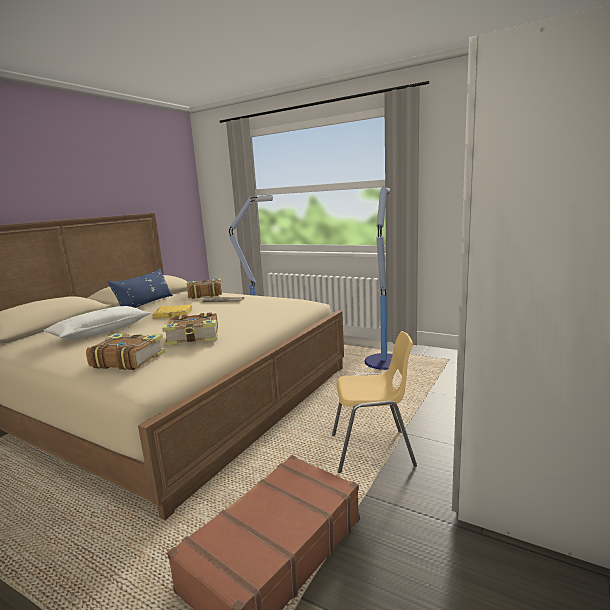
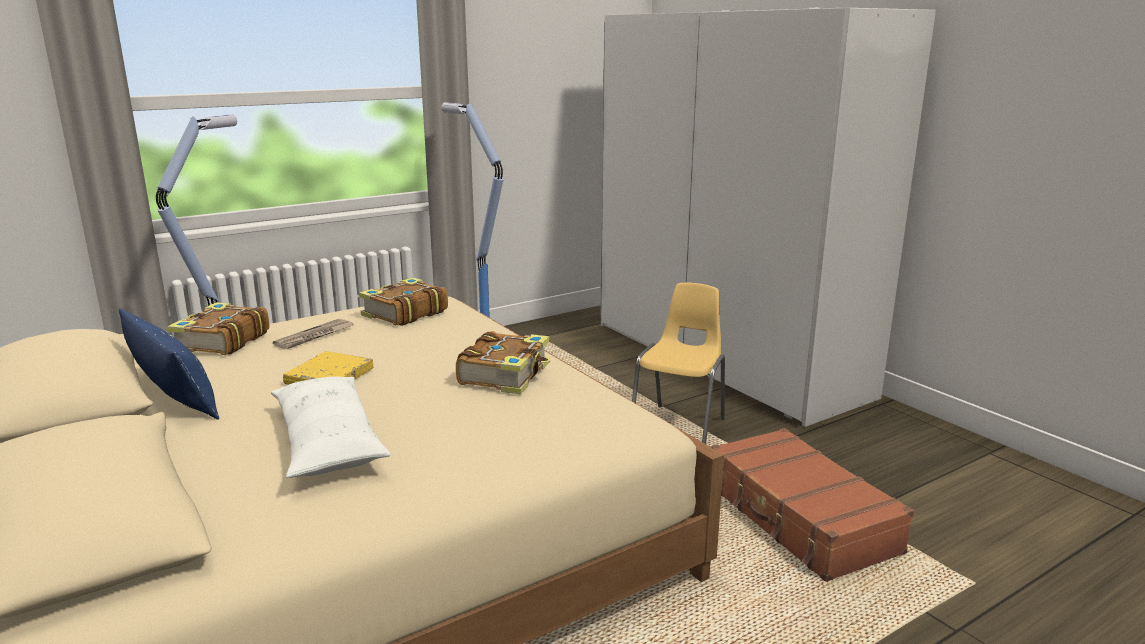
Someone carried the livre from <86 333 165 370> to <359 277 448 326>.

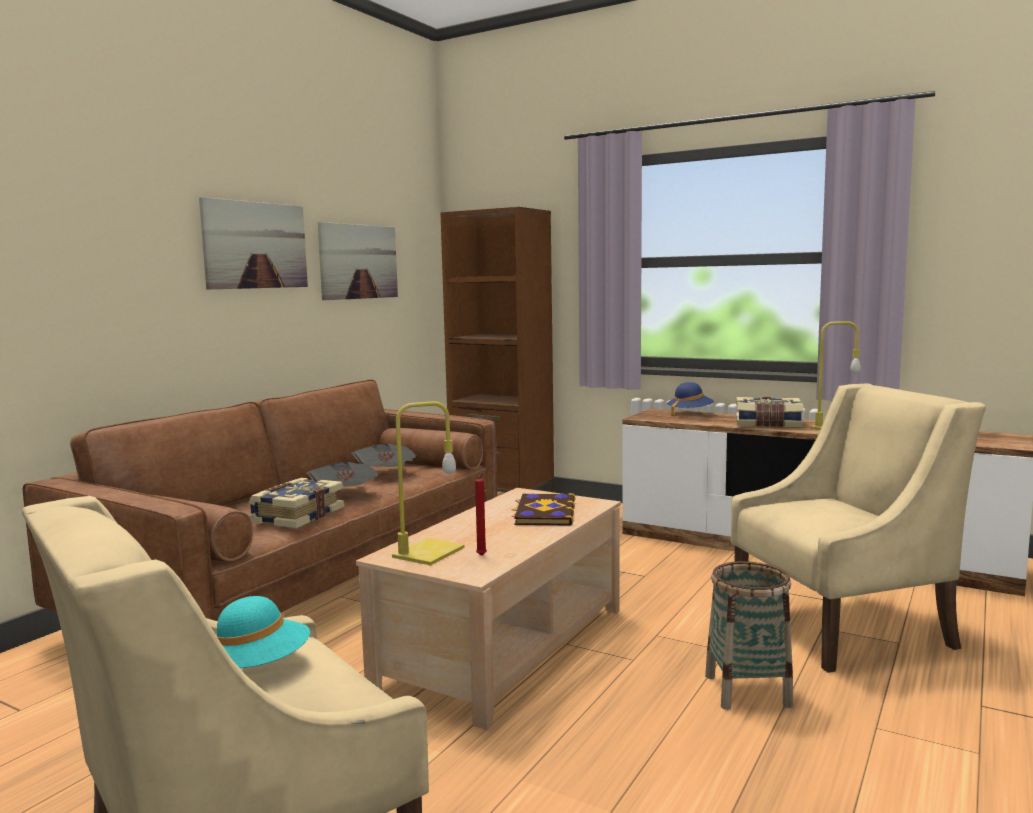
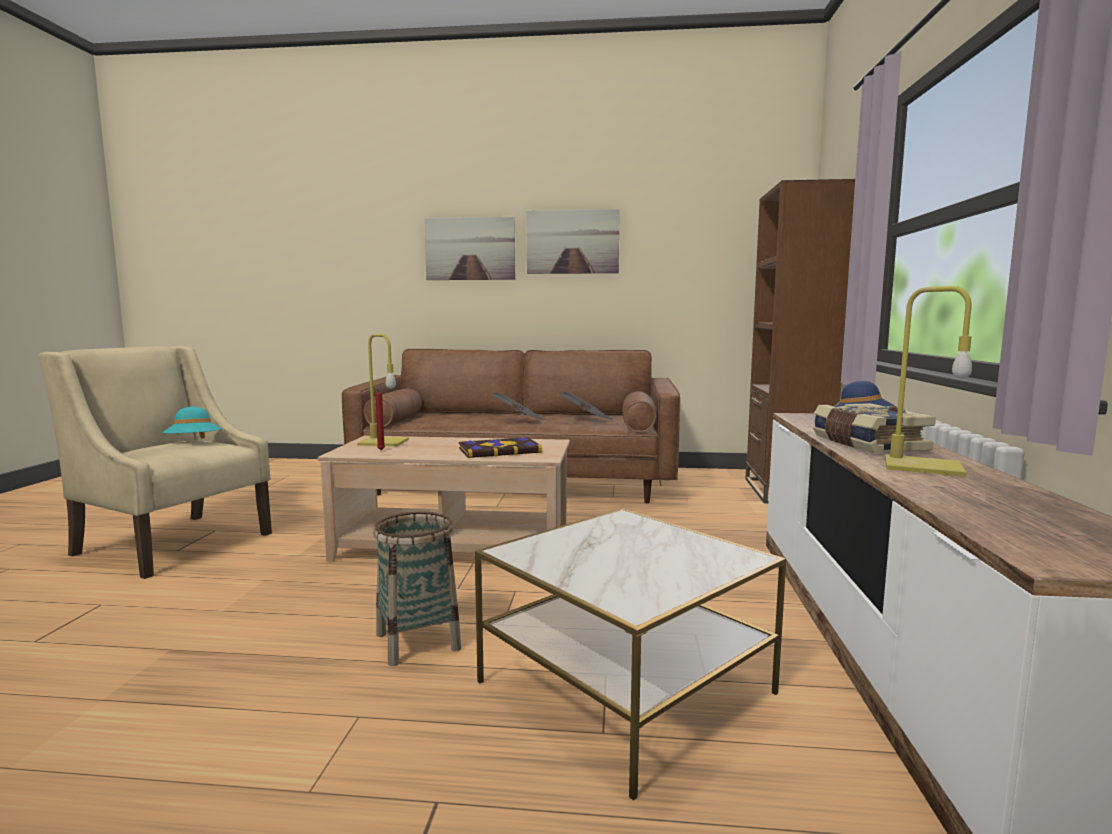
Someone took away the livre at <249 478 344 529>.
Someone carried the tableau from <318 222 398 300> to <424 217 515 280>.
Someone swapped the fauteuil [beige] at <731 384 986 673> for the table d'appoint at <475 508 786 801>.

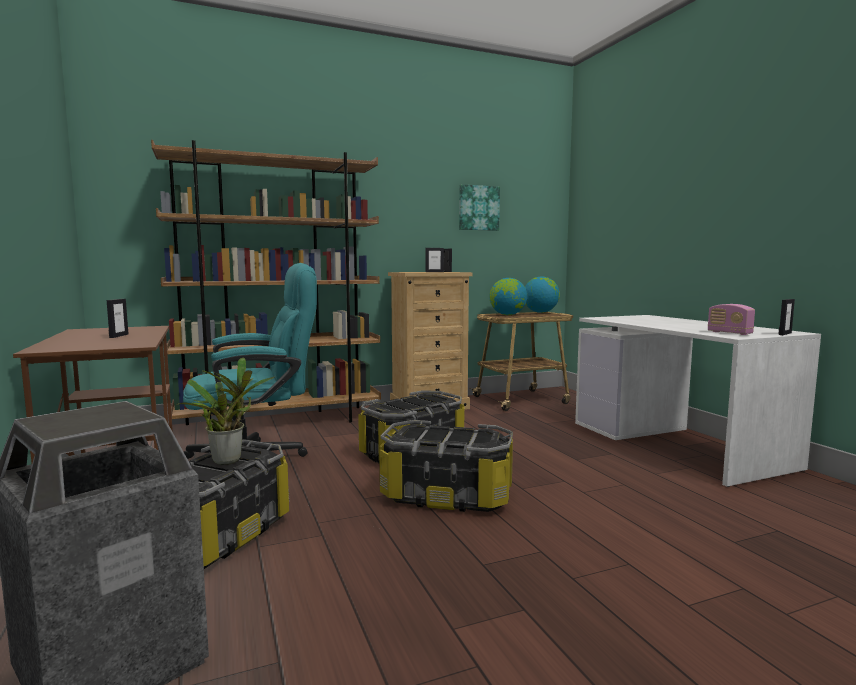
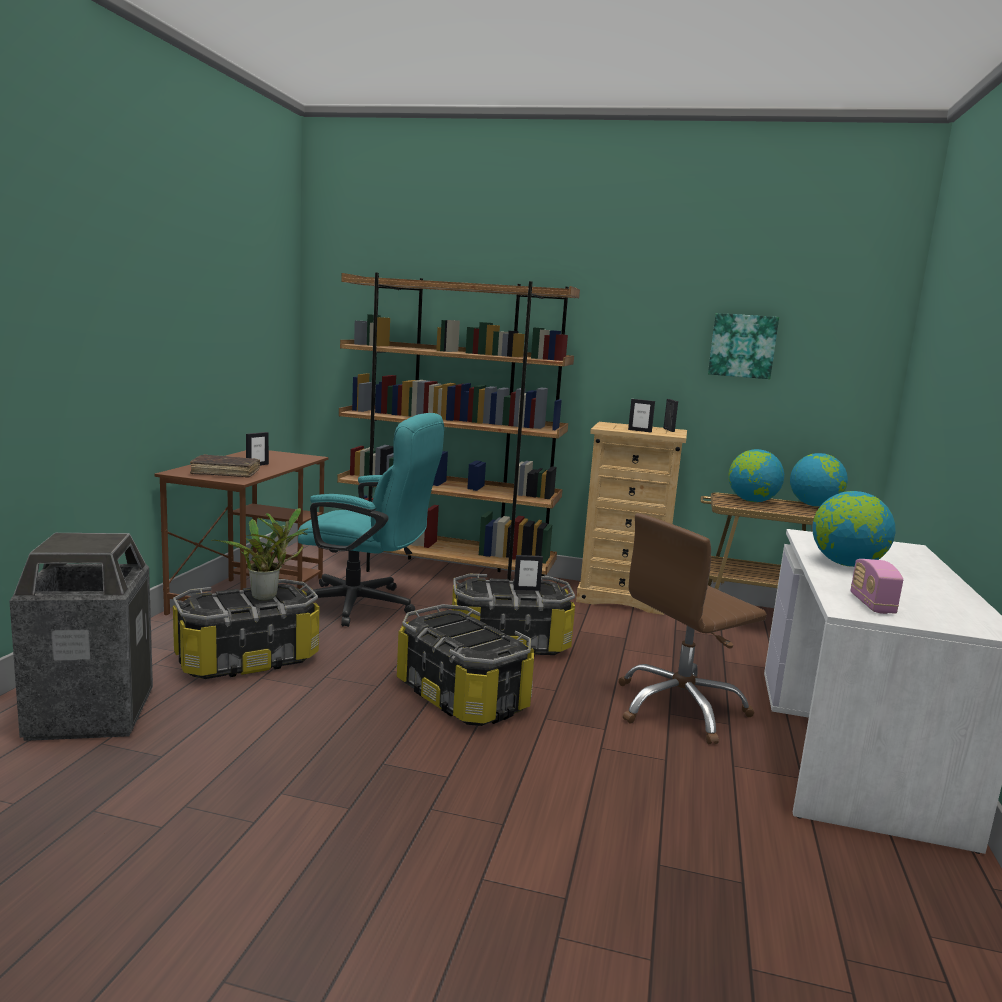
Someone carried the cadre photo from <778 299 795 335> to <514 555 543 591>.
Someone put down the livre [marron] at <190 454 260 478>.
Someone put down the chaise de bureau [marron] at <619 513 767 744>.
Someone put down the globe at <812 491 896 567>.

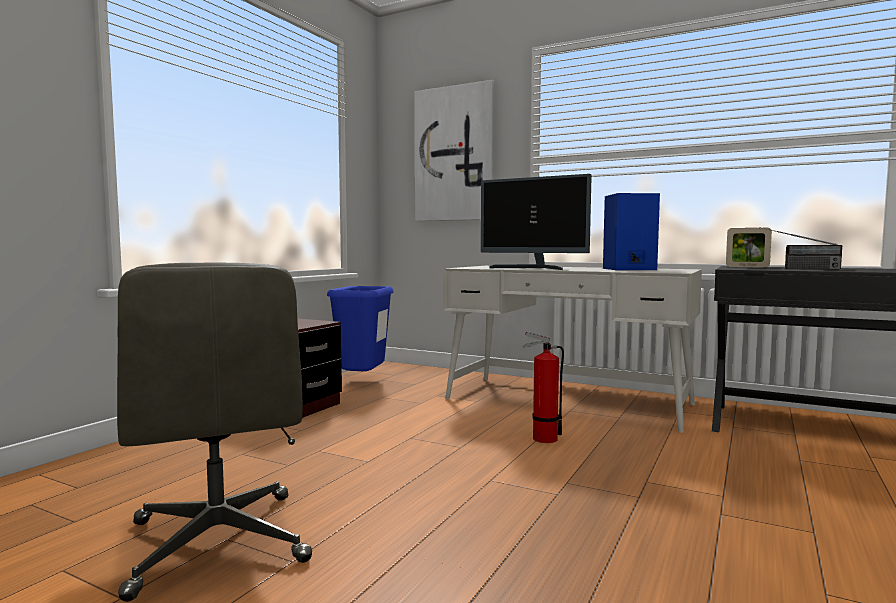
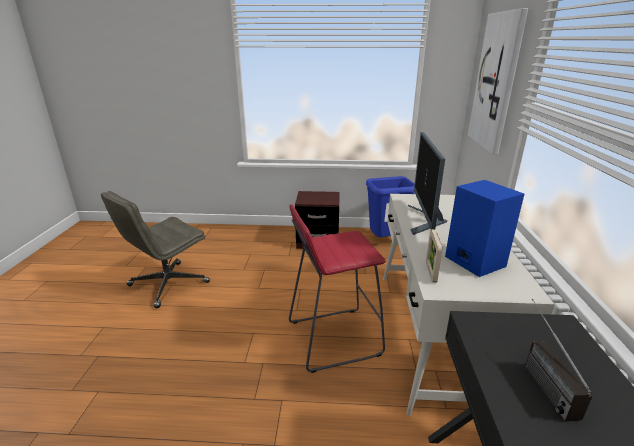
Someone swapped the extincteur at <523 332 564 443> for the tabouret [rouge] at <289 204 386 373>.
Someone carried the cadre photo from <726 228 772 268> to <426 229 443 283>.

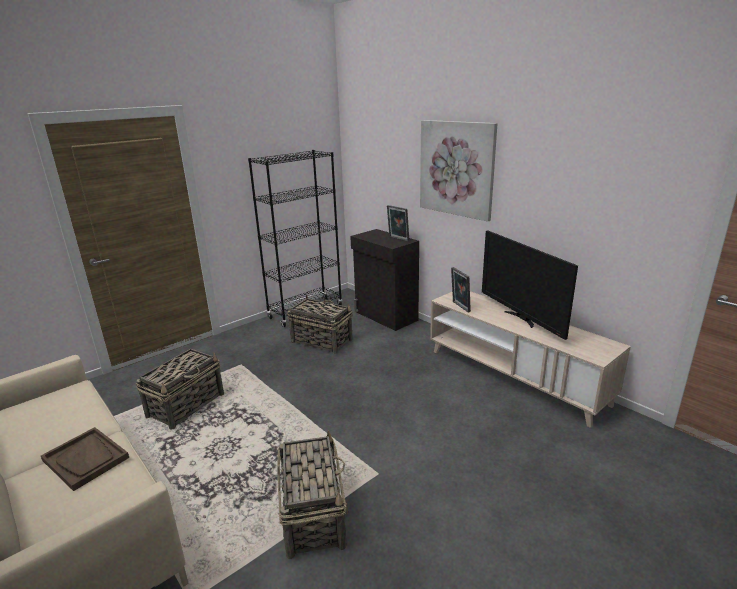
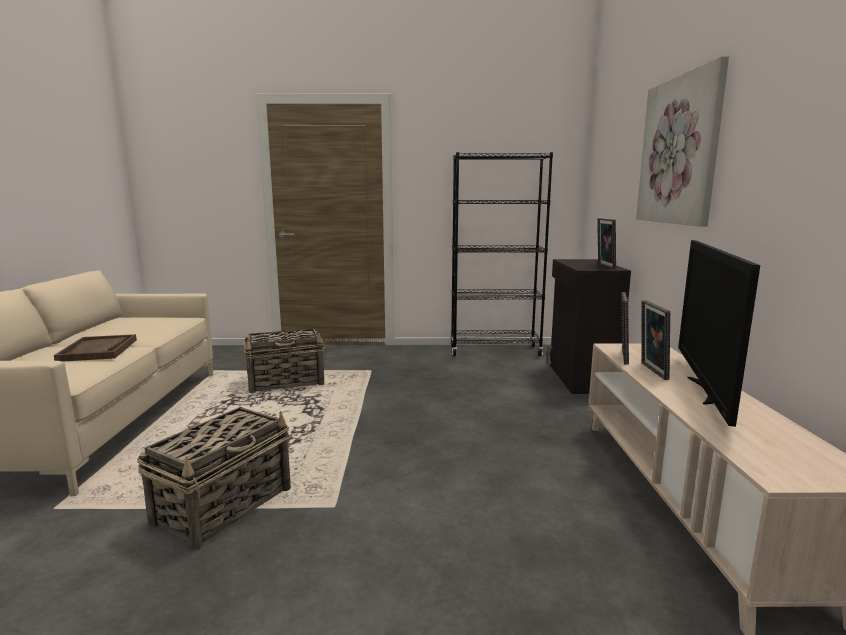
Someone took away the panier at <287 295 353 354>.
Someone put down the cadre photo at <641 300 670 380>.

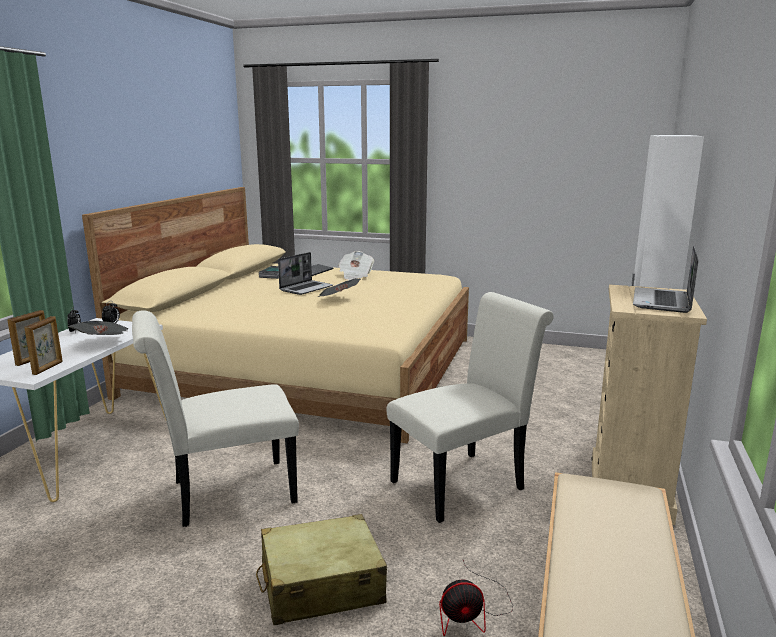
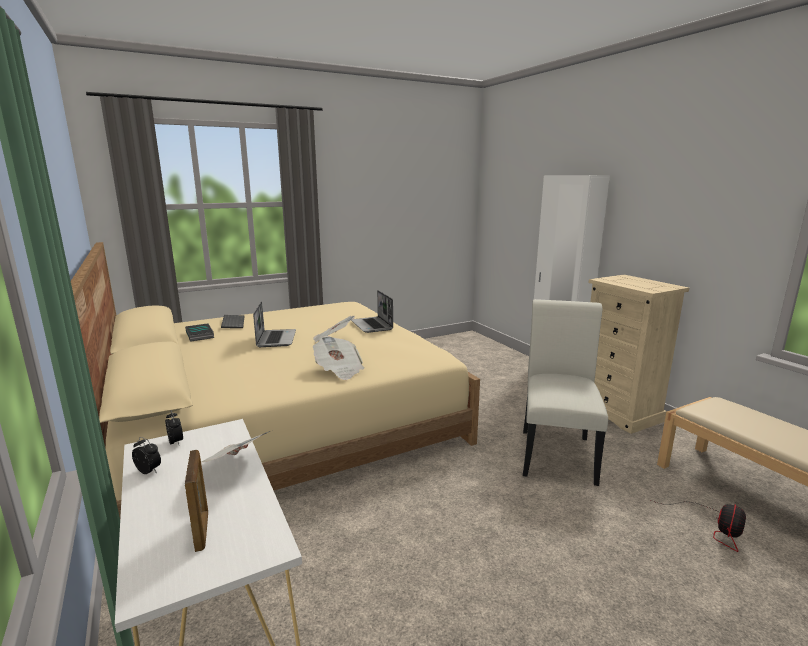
Someone took away the cadre photo at <24 316 63 375>.
Someone took away the chaise [blanc] at <132 310 299 527>.
Someone took away the valise [beige] at <256 514 387 625>.
Someone carried the journal from <338 251 374 280> to <313 336 364 380>.
Someone carried the ordinateur portable from <633 246 699 313> to <351 290 393 333>.

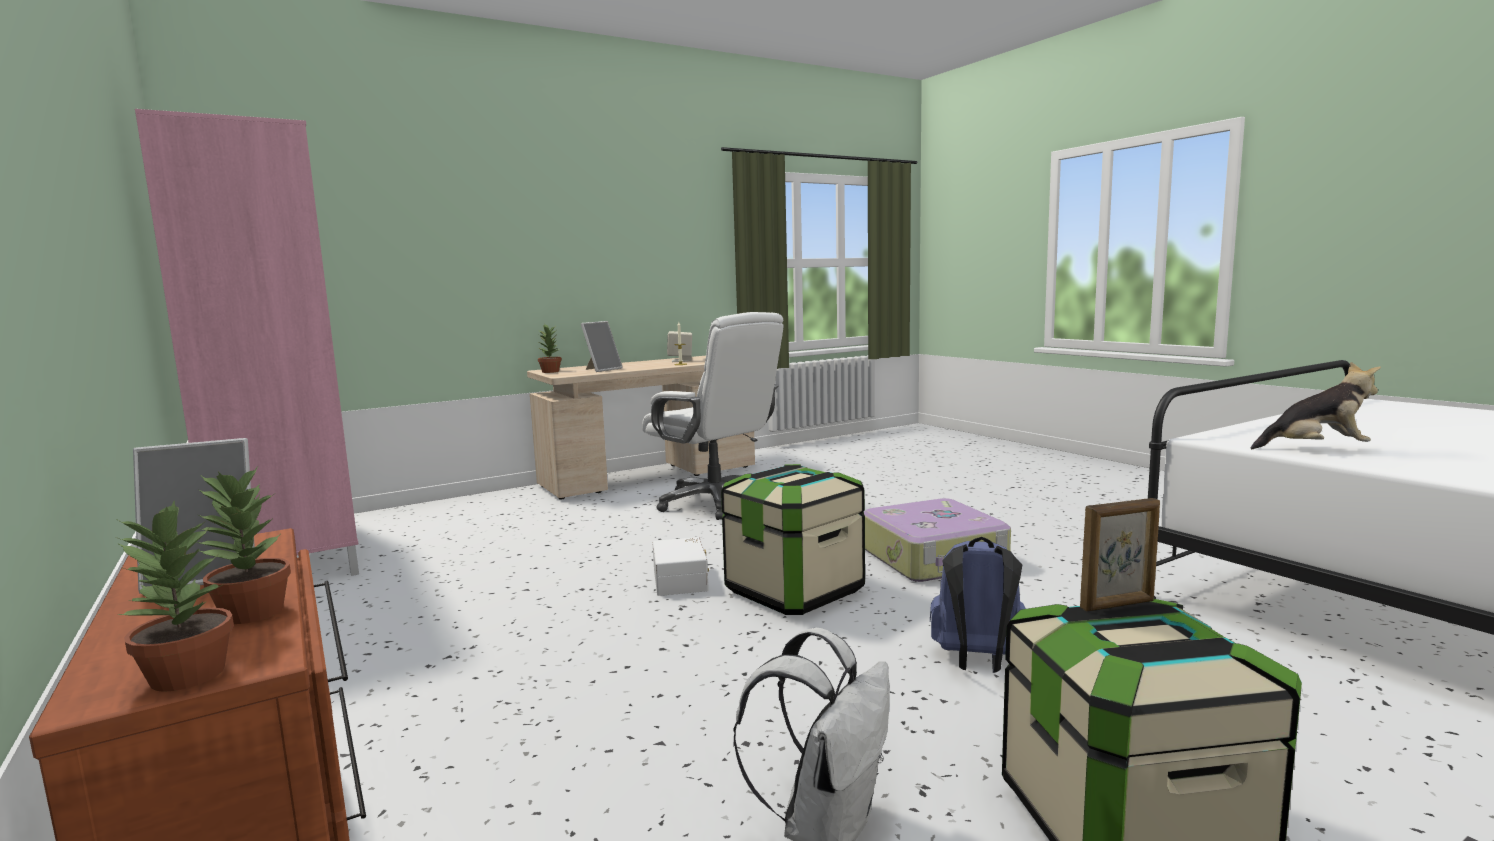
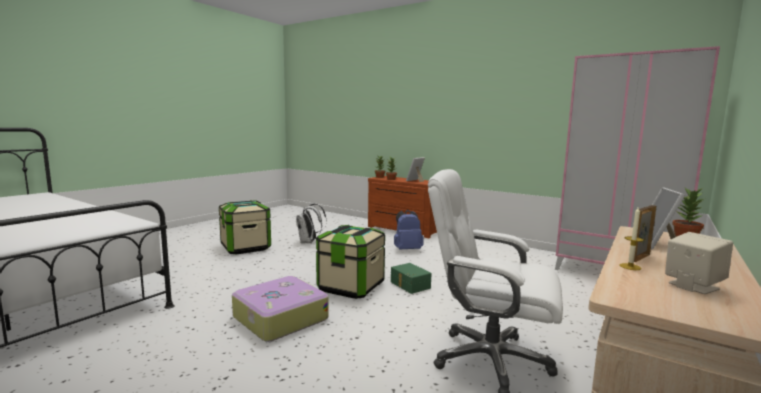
Someone repainted the boîte de rangement [blanc] at <653 537 709 596>, which became the boîte de rangement [vert] at <391 263 431 294>.
Someone carried the sac à dos [bleu] from <930 537 1026 673> to <394 210 424 249>.
Someone carried the cadre photo from <1080 498 1160 611> to <634 205 656 262>.
Someone took away the peluche at <1250 362 1381 449>.

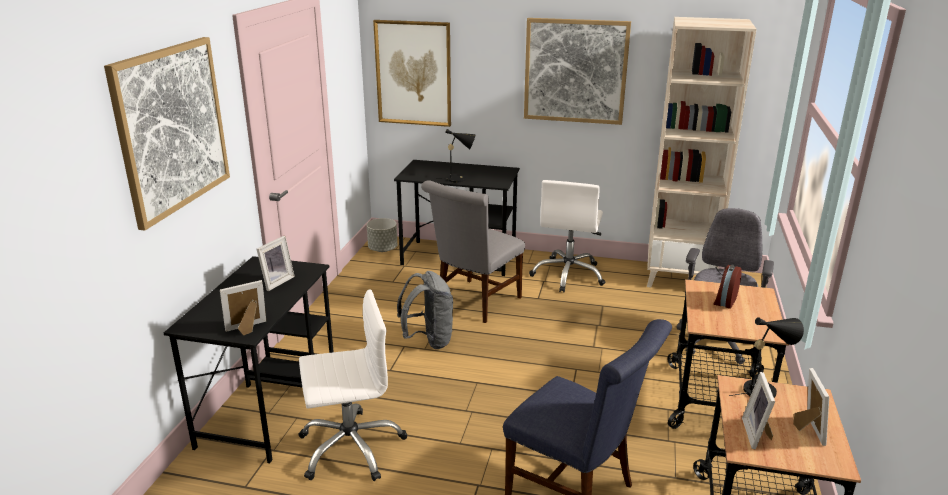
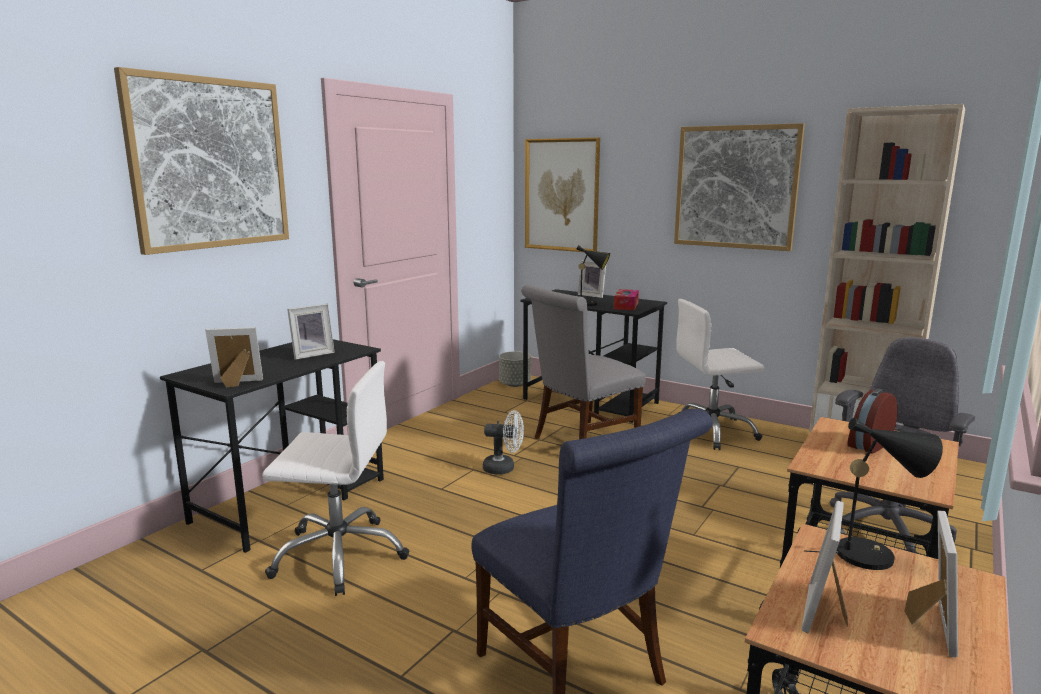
Someone swapped the sac à dos [gris] at <397 271 453 349> for the ventilateur [blanc] at <483 410 524 474>.
Someone rotated the chaise de bureau [blanc] at <529 180 605 293> by 45 degrees clockwise.
Someone put down the cadre photo at <578 261 606 298>.
Someone put down the boîte à mouchoirs at <614 289 639 310>.

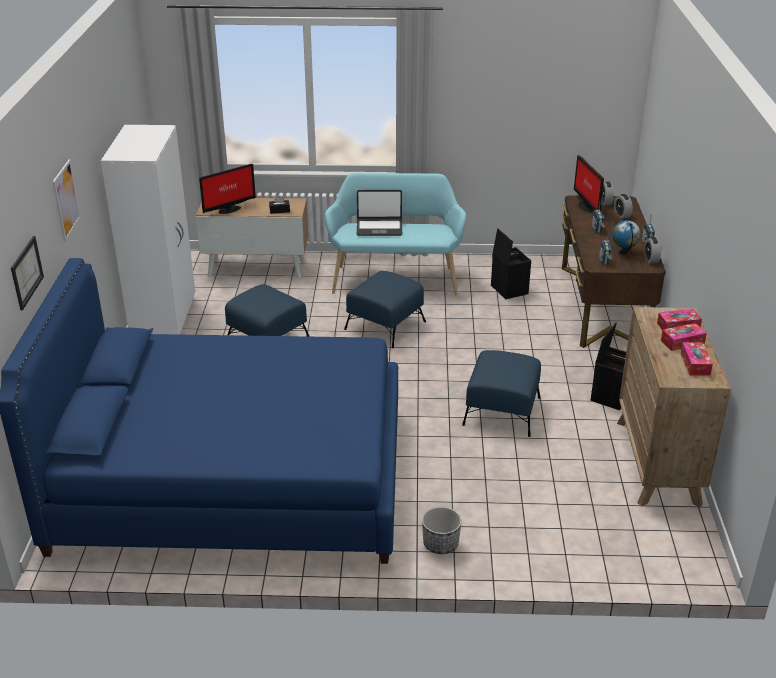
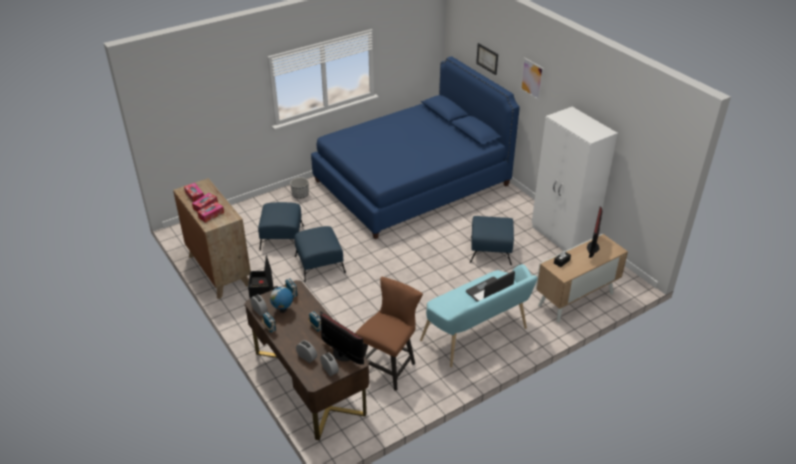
Someone carried the pouf [bleu] from <344 271 426 348> to <258 202 304 251>.
Someone swapped the boîte de rangement [noir] at <491 228 531 299> for the chaise [marron] at <355 277 423 391>.

